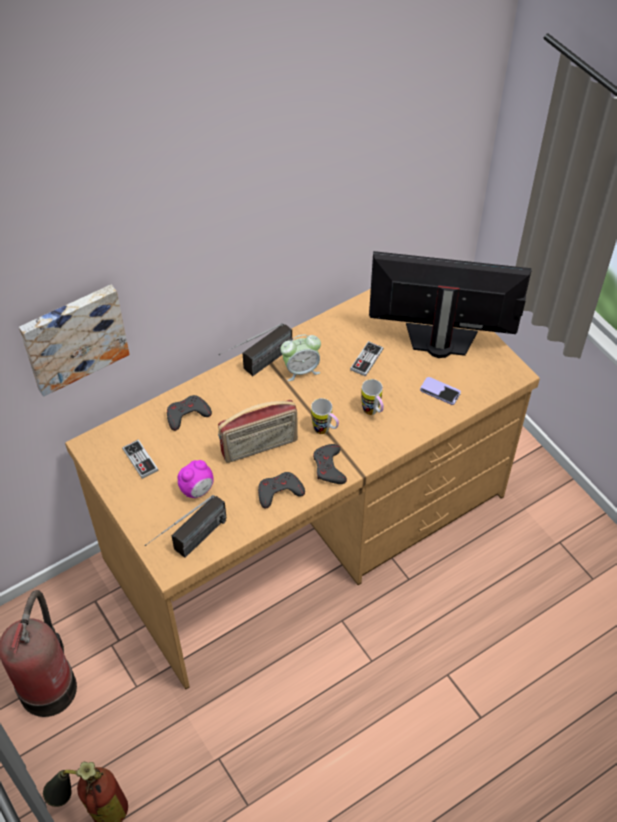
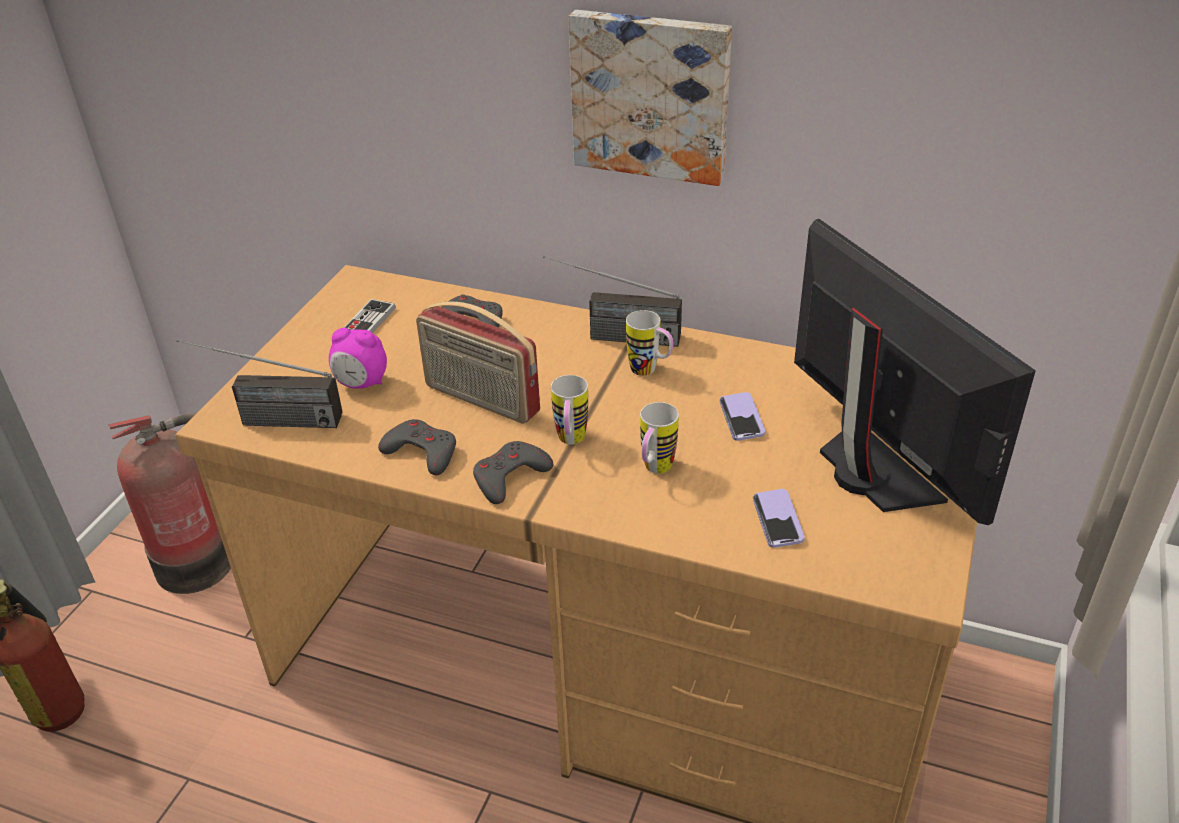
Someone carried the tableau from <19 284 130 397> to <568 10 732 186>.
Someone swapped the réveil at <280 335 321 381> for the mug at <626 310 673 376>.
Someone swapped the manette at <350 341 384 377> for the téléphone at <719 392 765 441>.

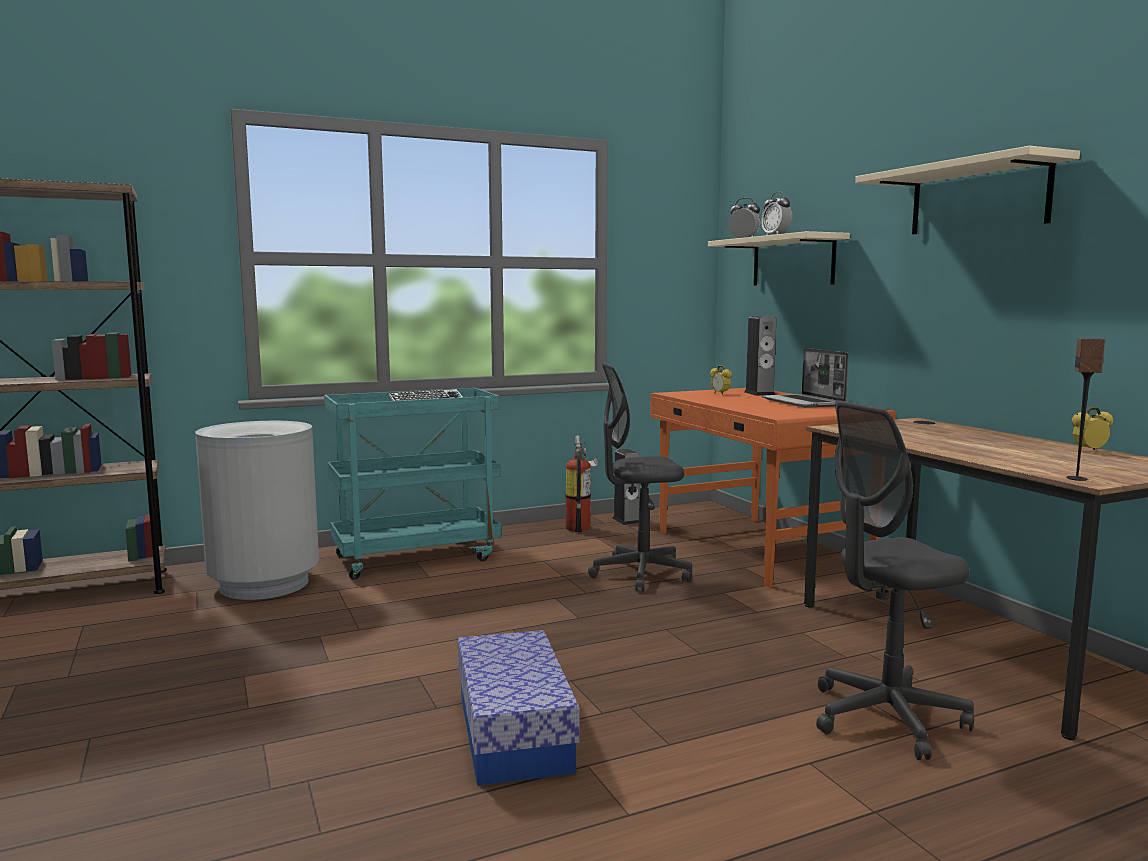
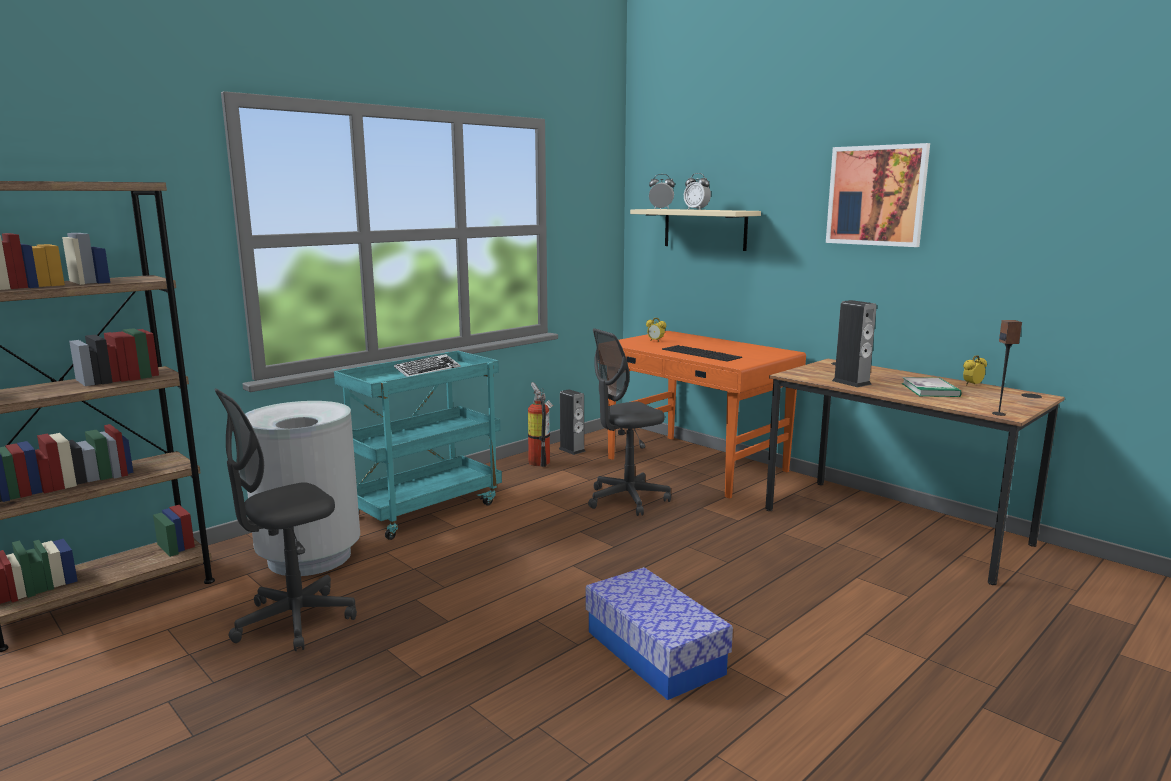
Someone carried the enceinte from <744 316 776 396> to <832 300 877 387>.
Someone took away the ordinateur portable at <761 348 849 408>.
Someone carried the chaise de bureau [gris] from <816 401 974 760> to <215 389 357 651>.
Someone swapped the étagère [beige] at <855 146 1080 234> for the tableau at <826 143 930 247>.
Someone put down the clavier at <662 345 742 362>.
Someone put down the livre at <902 377 962 397>.

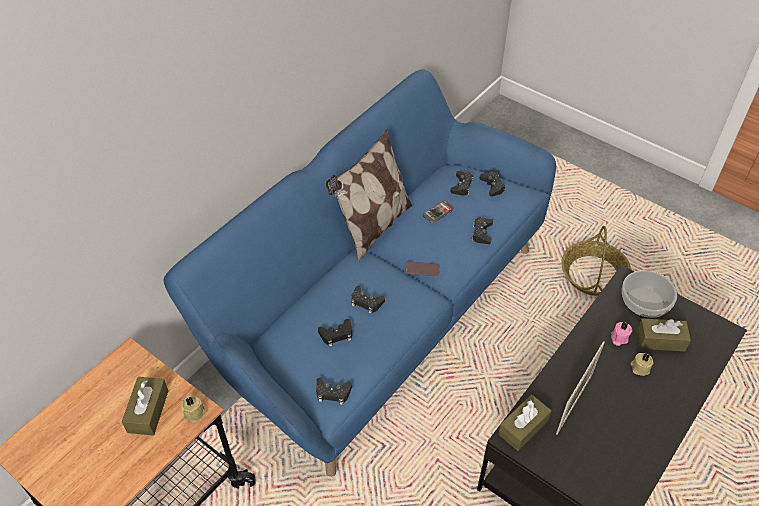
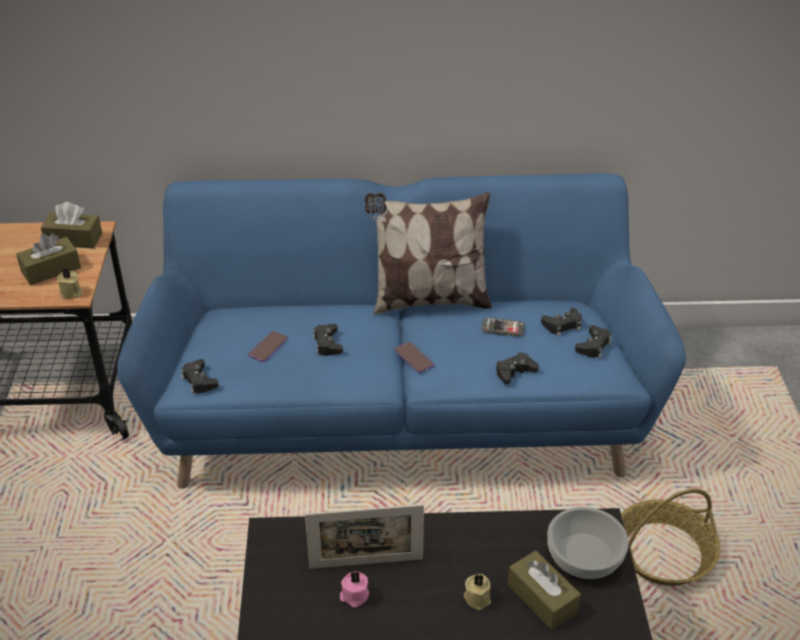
Someone swapped the manette [noir] at <318 319 352 347> for the téléphone at <248 331 288 362>.
Someone carried the boîte à mouchoirs [marron] from <498 395 552 451> to <41 202 102 249>.
Someone carried the bougie [rose] from <611 322 632 346> to <340 572 369 608>.

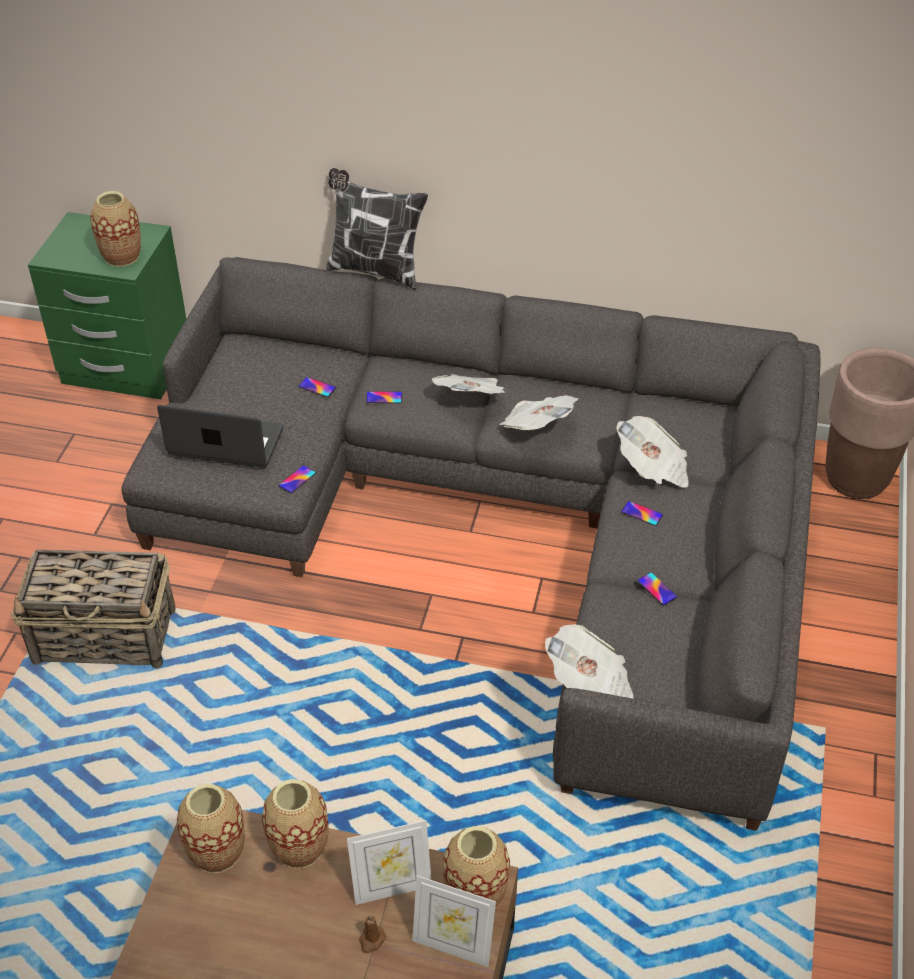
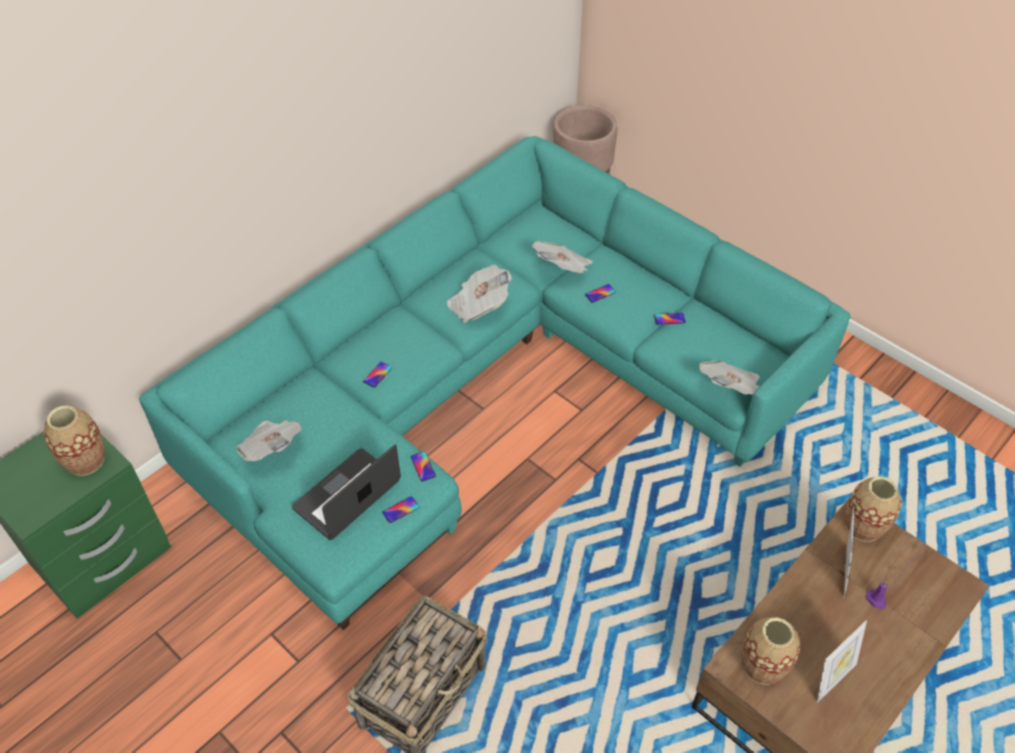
Someone repainted the canapé [gris] at <122 257 820 831>, which became the canapé [turquoise] at <139 136 851 630>.
Someone took away the vase at <262 779 329 868>.
Someone carried the téléphone from <298 377 336 397> to <382 496 419 523>.
Someone took away the coussin at <326 168 428 291>.
Someone repainted the bougie [marron] at <359 915 386 953>, which became the bougie [violet] at <866 582 888 609>.
Someone carried the cadre photo from <413 876 496 967> to <816 620 867 703>.
Someone carried the journal from <432 374 505 394> to <236 420 302 461>.

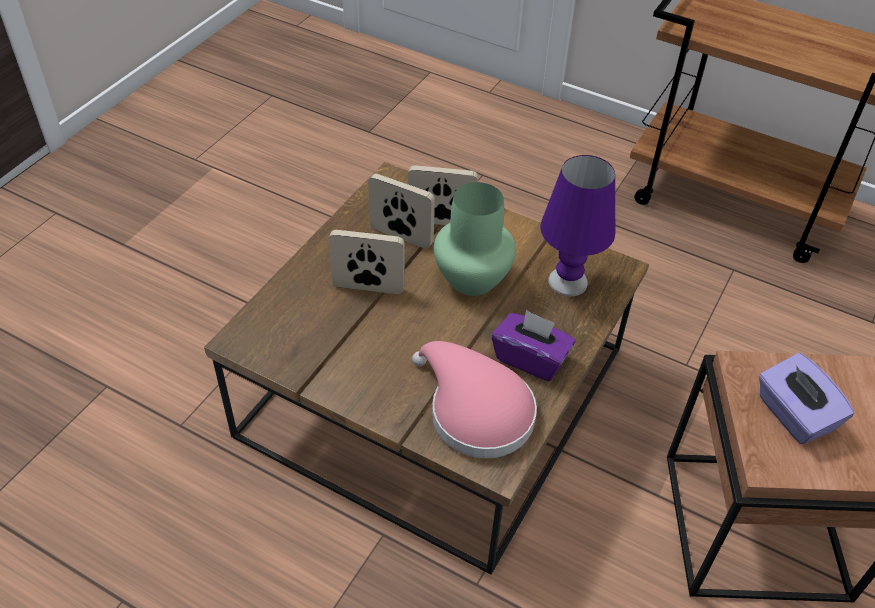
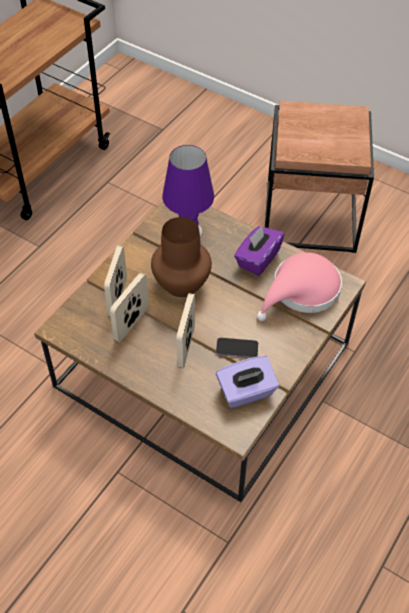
Someone repainted the vase [vert] at <434 182 516 296>, which became the vase [marron] at <151 217 212 297>.
Someone carried the boîte à mouchoirs [violet] from <759 353 854 444> to <216 356 279 408>.
Someone put down the téléphone at <216 338 258 358>.

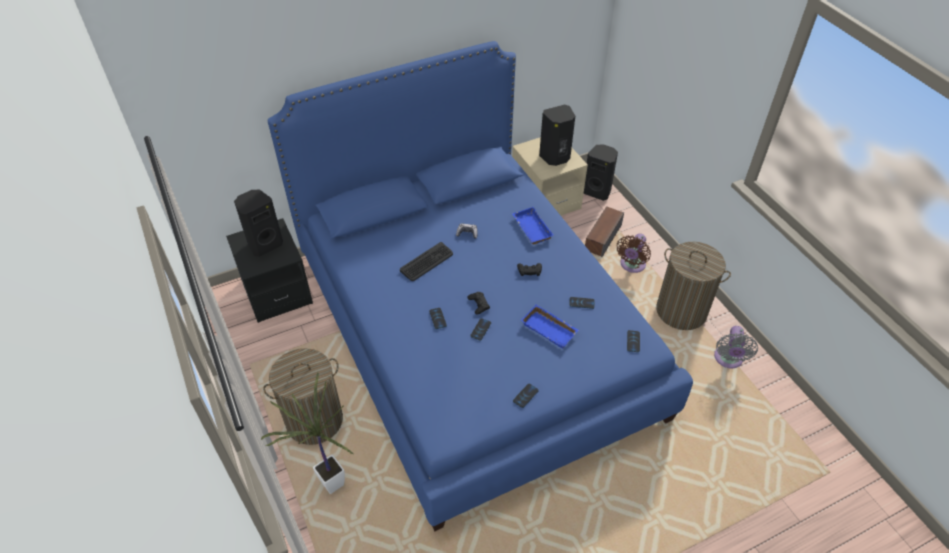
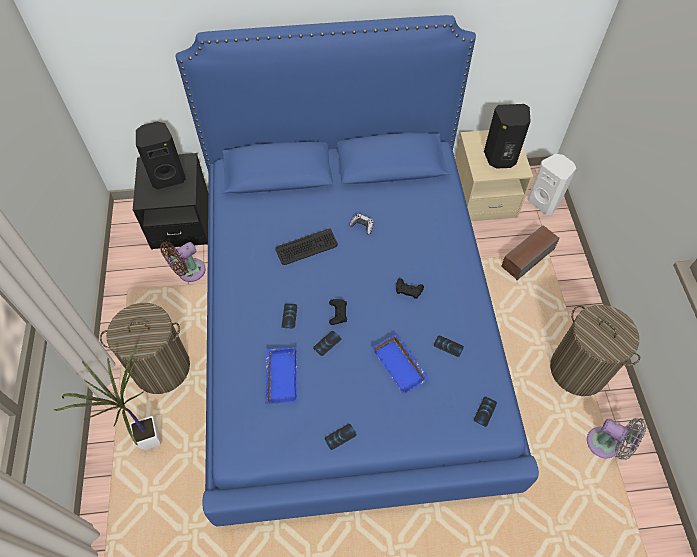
Someone carried the plateau [bleu] from <512 207 553 244> to <265 347 297 404>.
Someone repainted the enceinte [noir] at <584 144 618 201>, which became the enceinte [blanc] at <528 154 576 215>.
Someone carried the ventilateur [marron] from <617 234 651 273> to <160 242 206 282>.
Someone rotated the ventilateur [gris] at <714 326 758 368> by 90 degrees counterclockwise.

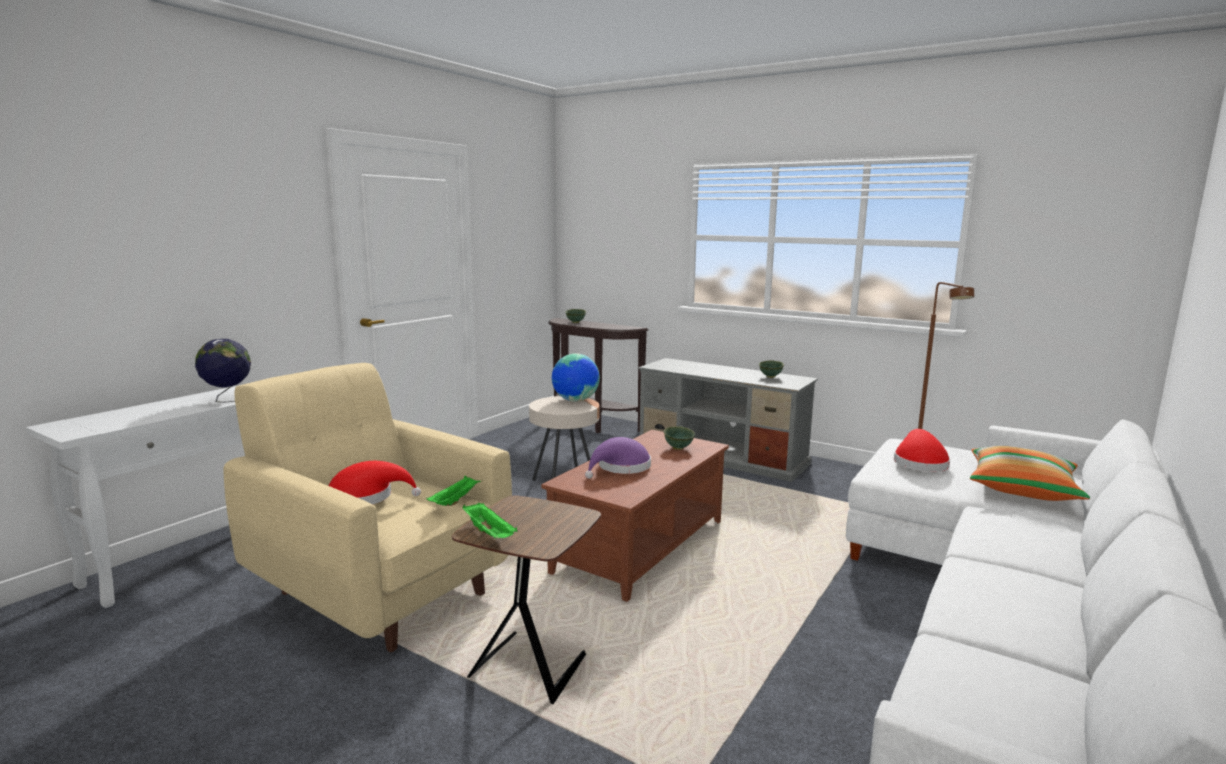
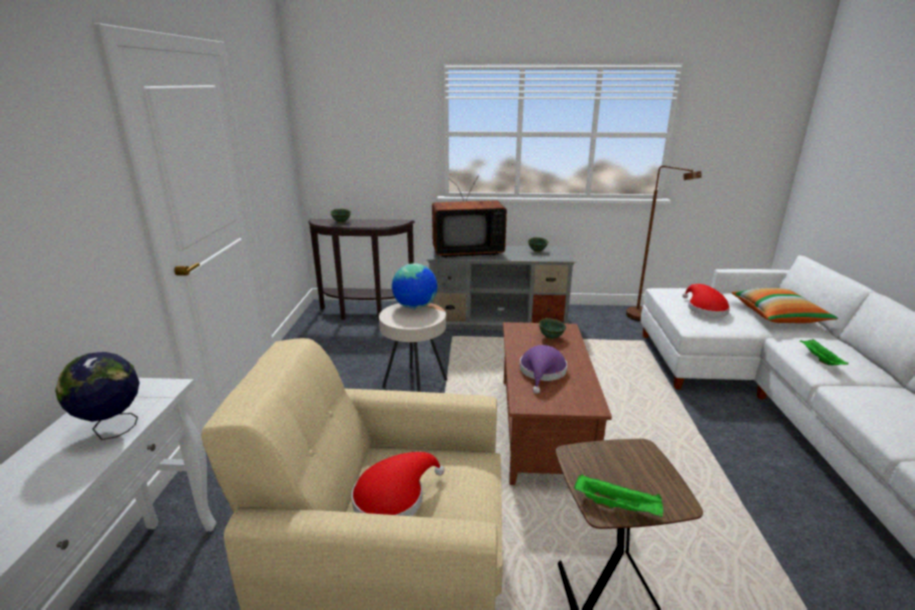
Someone carried the plateau [vert] from <427 475 483 506> to <800 339 848 366>.
Someone put down the téléviseur at <432 175 507 258>.

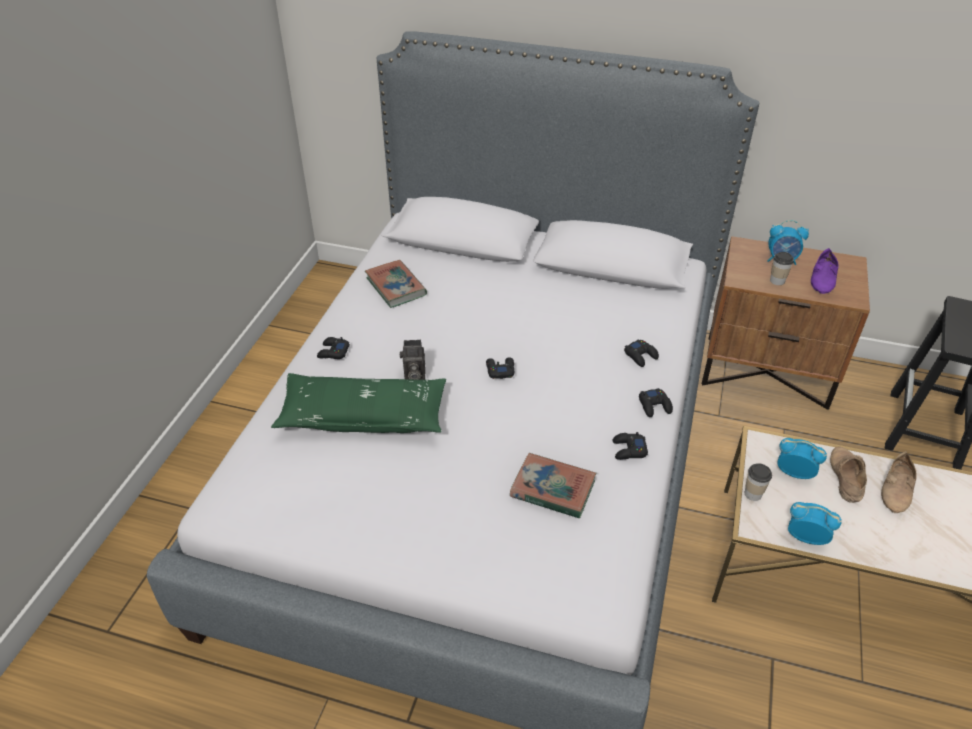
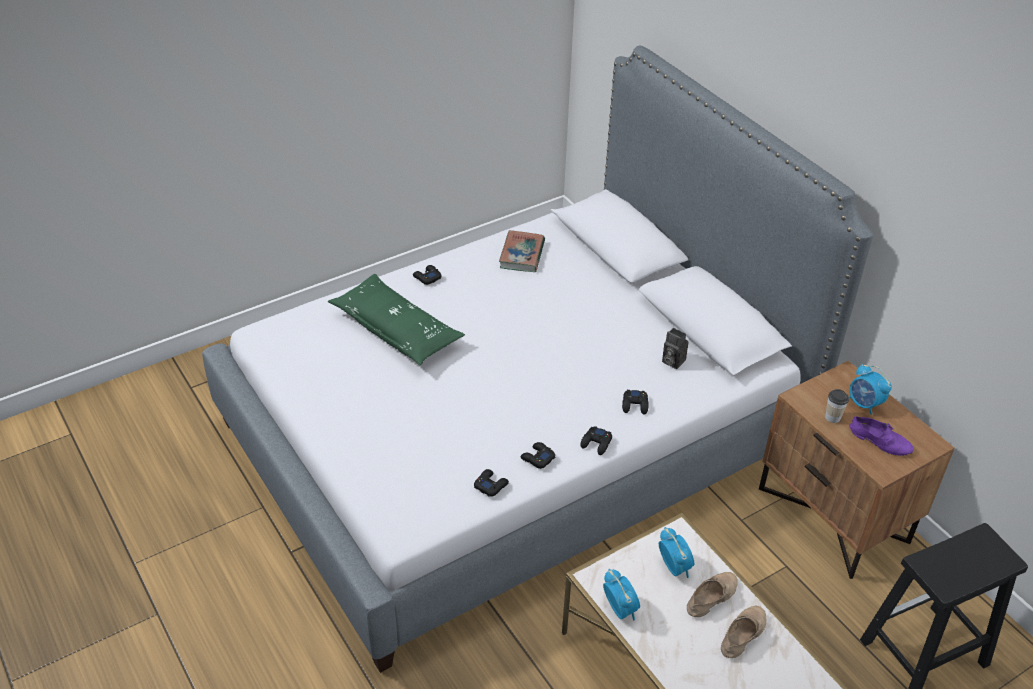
Someone carried the appareil photo from <400 339 426 380> to <662 328 688 369>.
Someone carried the manette [noir] from <486 357 514 379> to <474 469 509 497>.
Someone took away the livre at <510 453 596 518>.
Someone took away the tasse at <745 463 772 501>.
Someone rotated the chaussure [violet] at <811 248 838 294> by 120 degrees counterclockwise.
Someone rotated the chaussure [beige] at <881 451 917 513> by 150 degrees clockwise.

